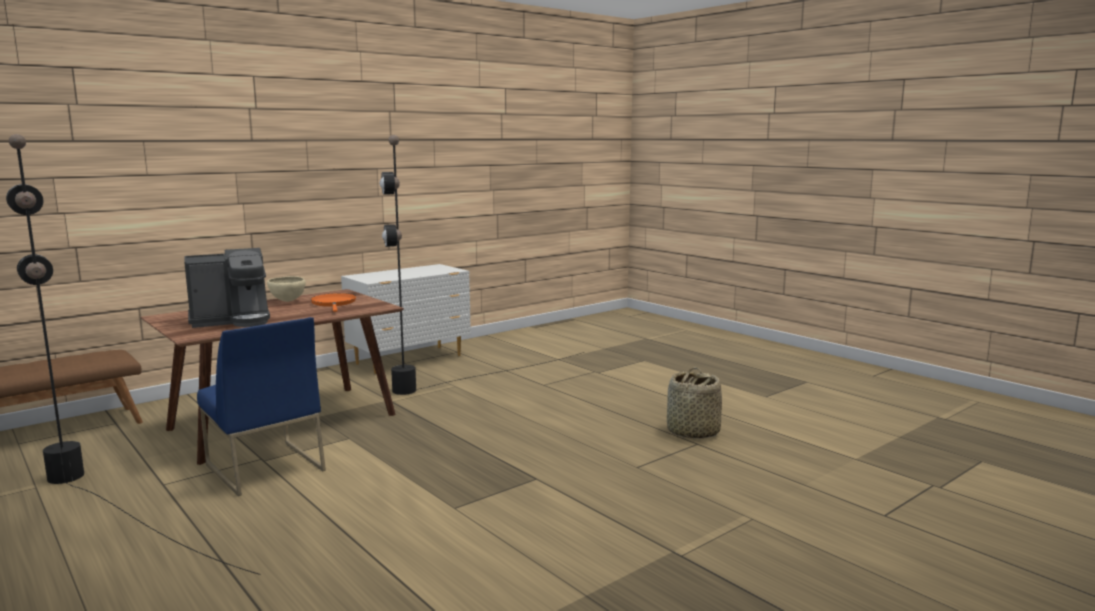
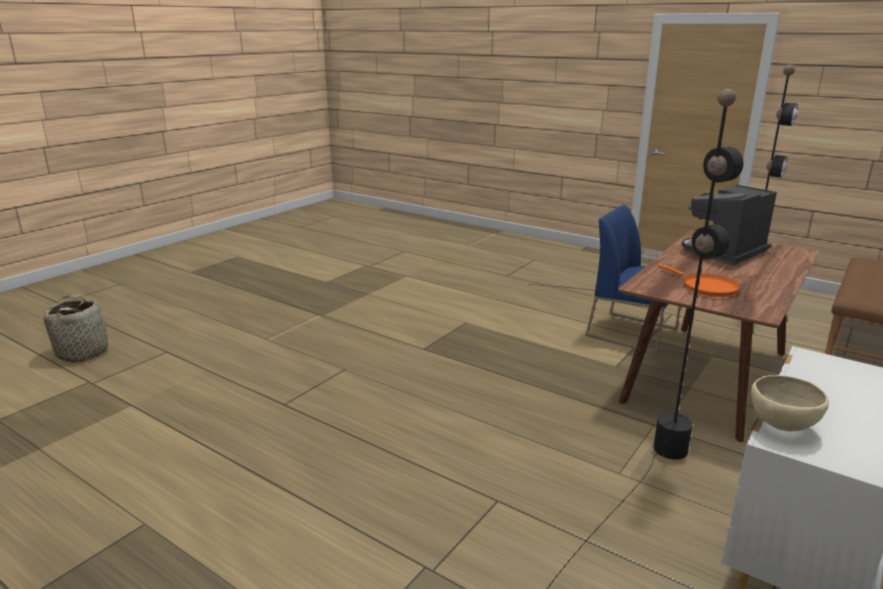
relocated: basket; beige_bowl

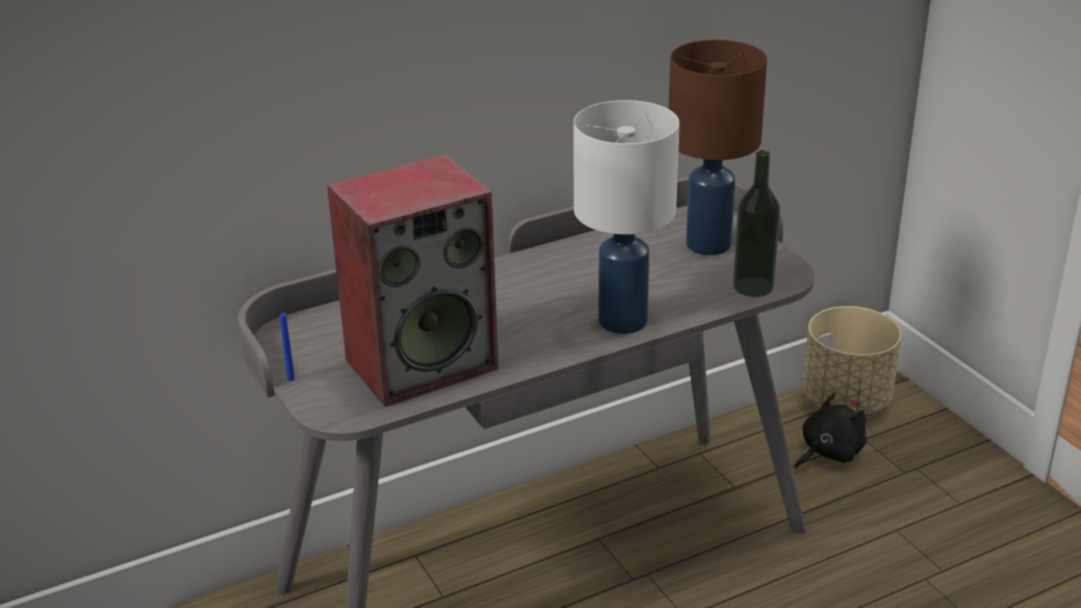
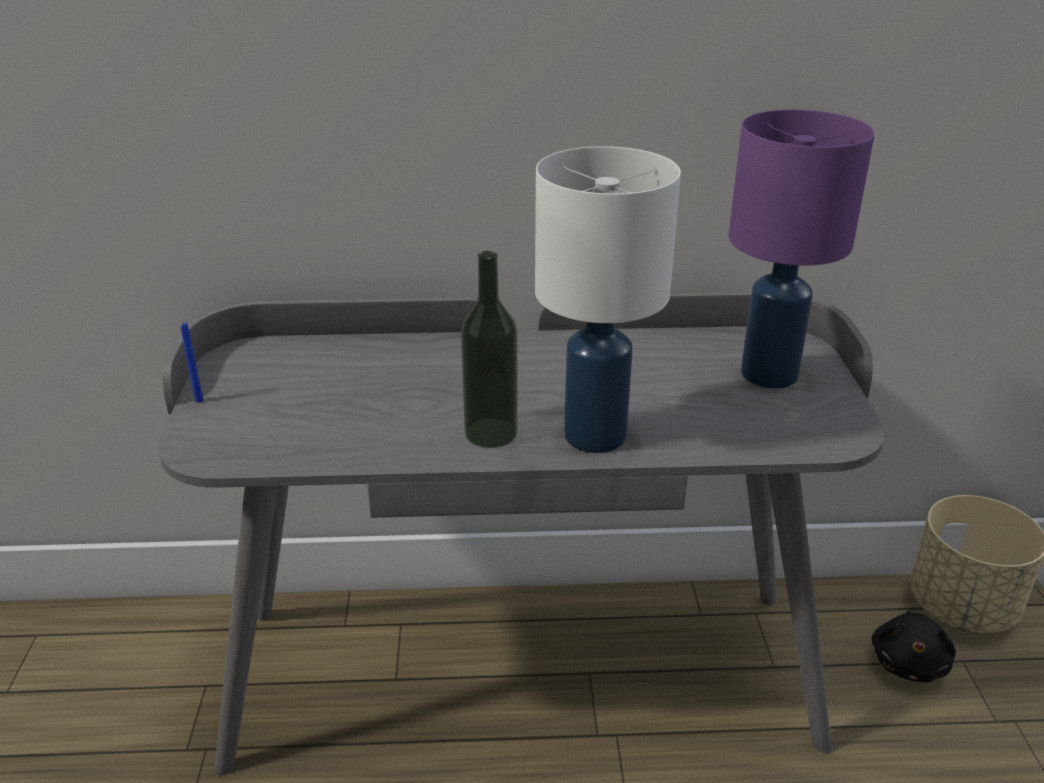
missing: speaker
relocated: bottle
colour: brown_table_lamp to purple_table_lamp
spun: black_plush_toy 120 degrees clockwise

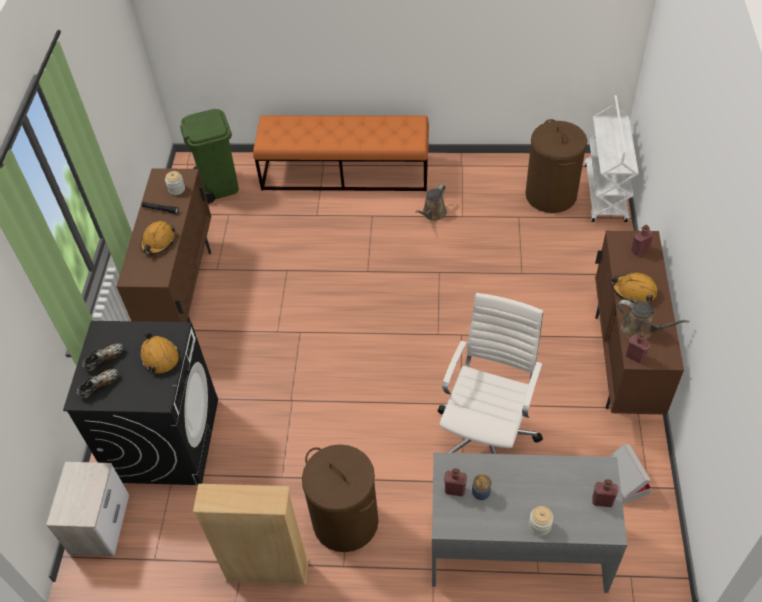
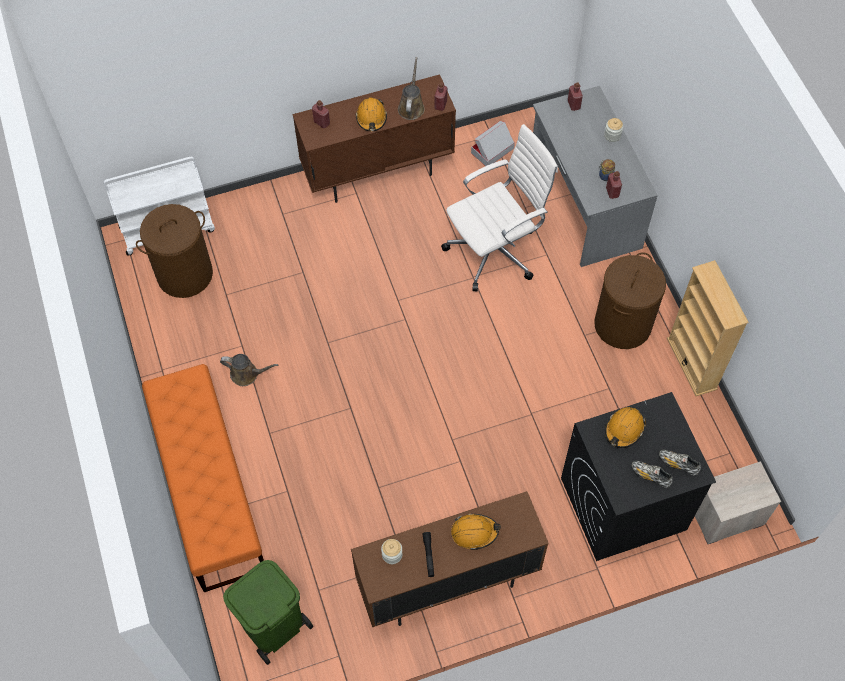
spun: white_office_chair 150 degrees clockwise

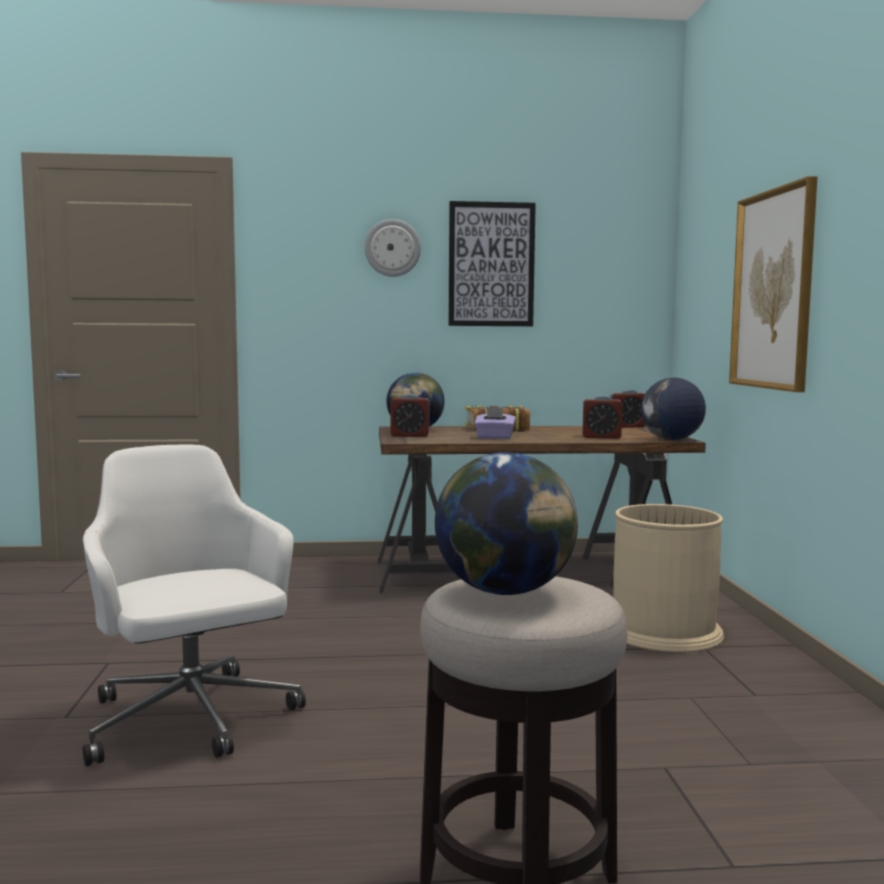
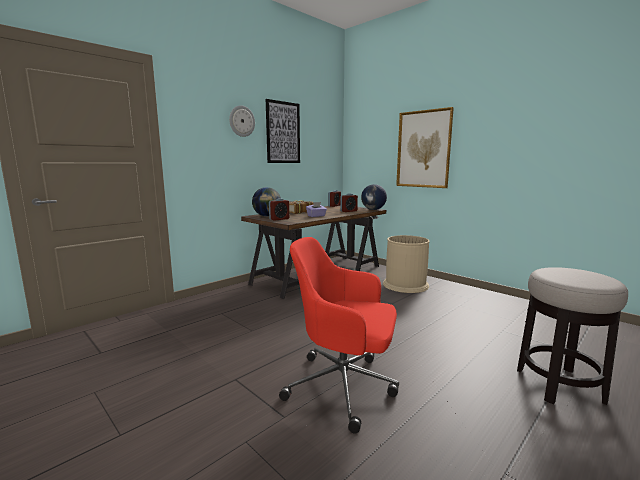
missing: globe (no. 2 from left)
colour: white_office_chair to red_office_chair

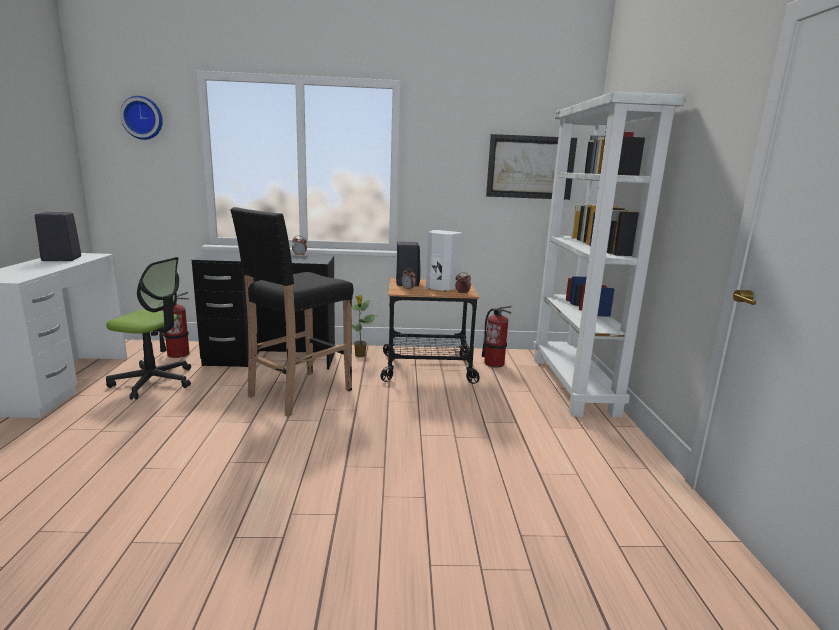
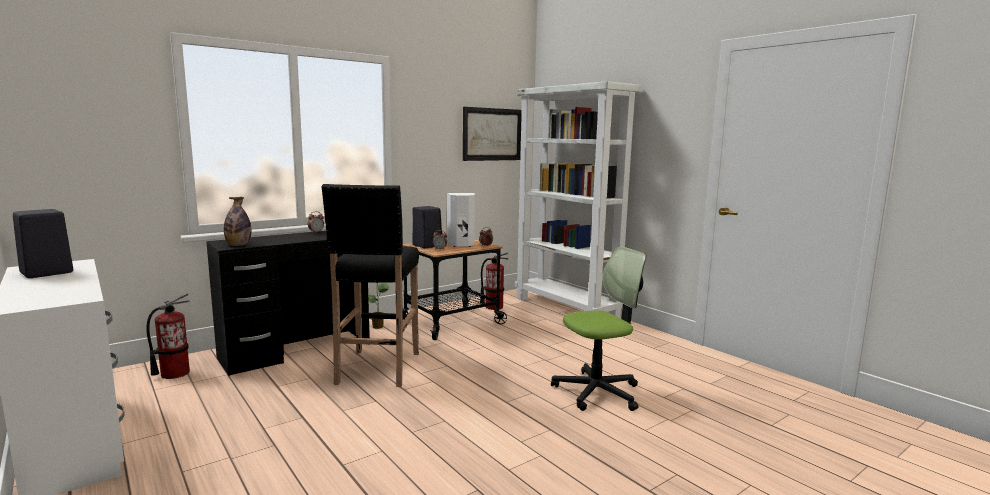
missing: wall_clock
appeared: bottle
relocated: office_chair

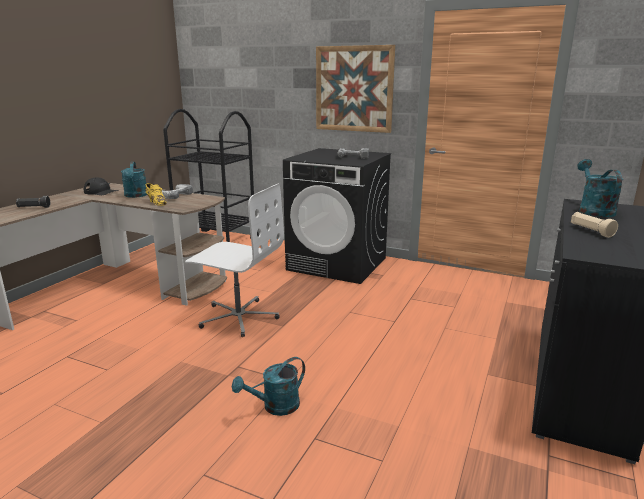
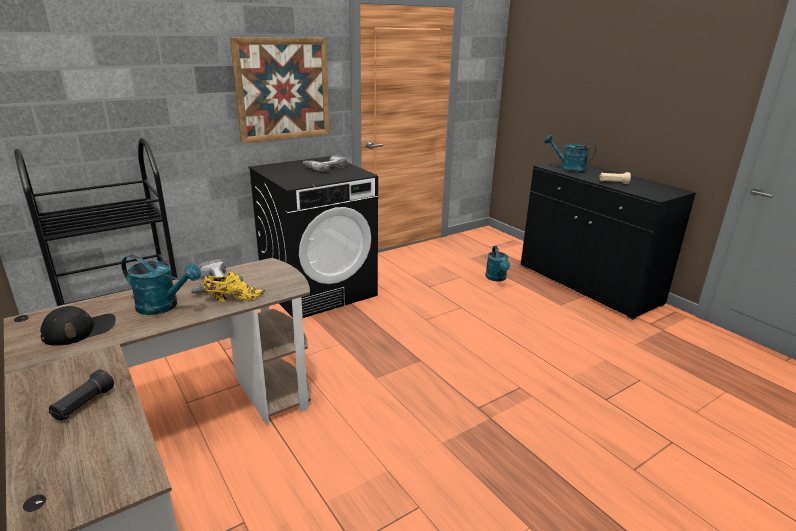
missing: white_office_chair
relocated: turquoise_watering_can (no. 2 from left)

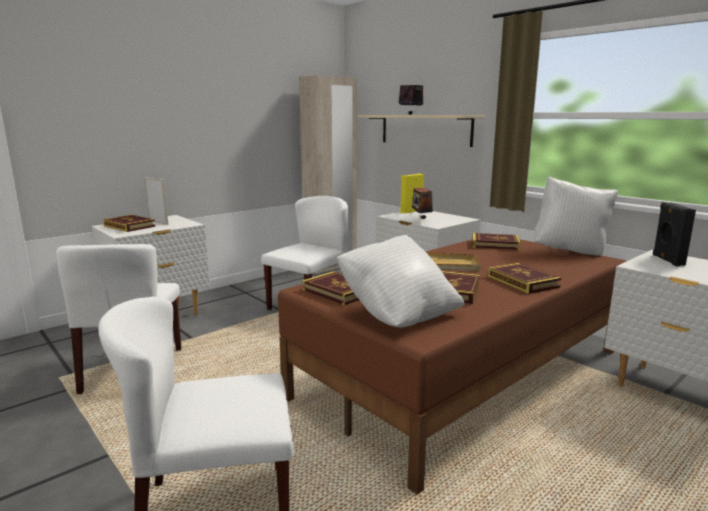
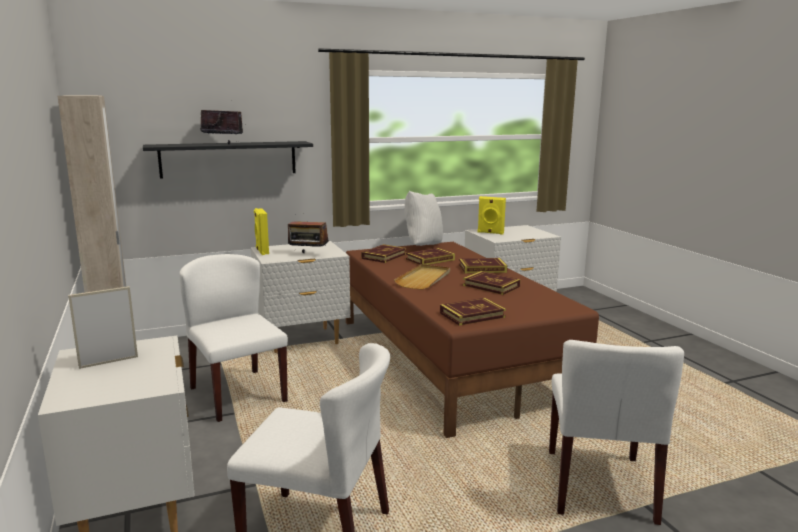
missing: white_pillow (no. 1 from left)
relocated: book (no. 1 from left in the first image) to book (no. 2 from left)
colour: beige_shelf to black_shelf; black_speaker to yellow_speaker (no. 2 from left)

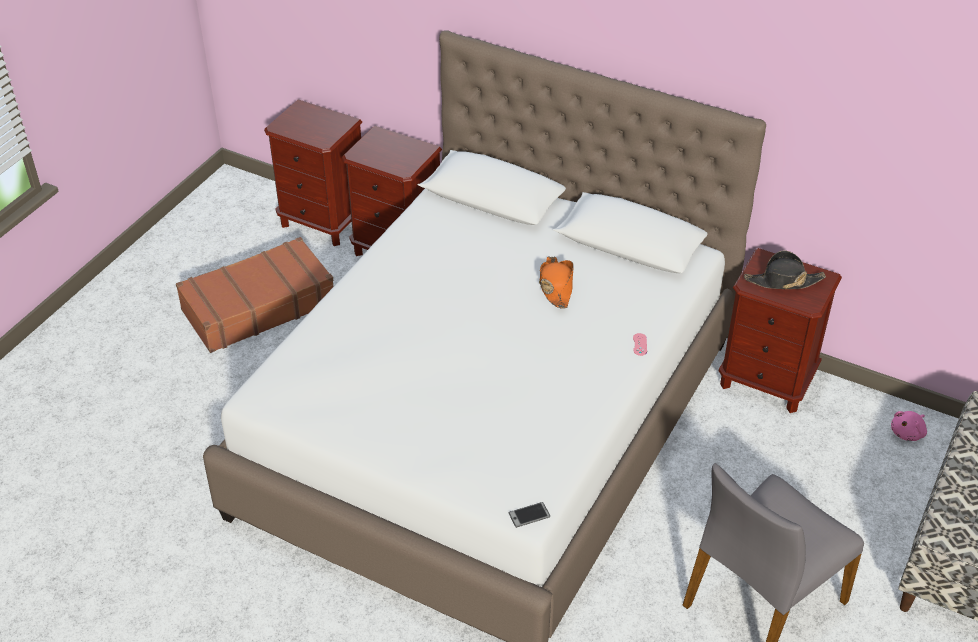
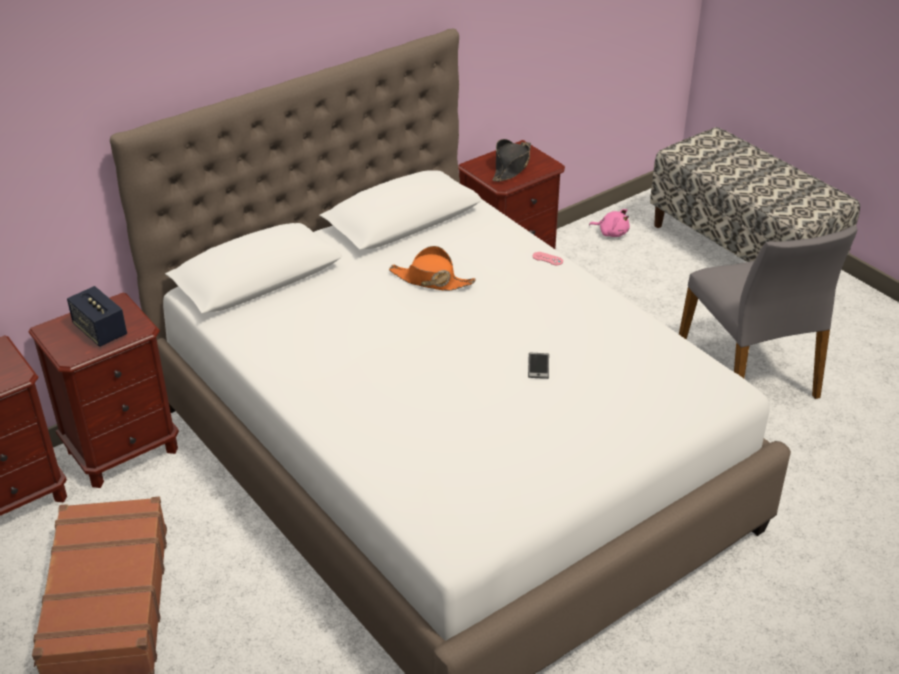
appeared: speaker
relocated: phone
spun: pink_plush_toy 45 degrees counterclockwise

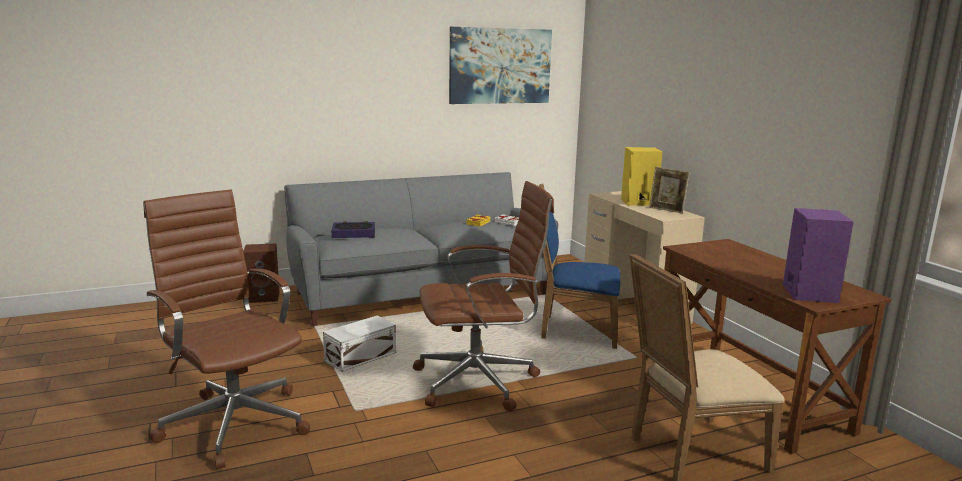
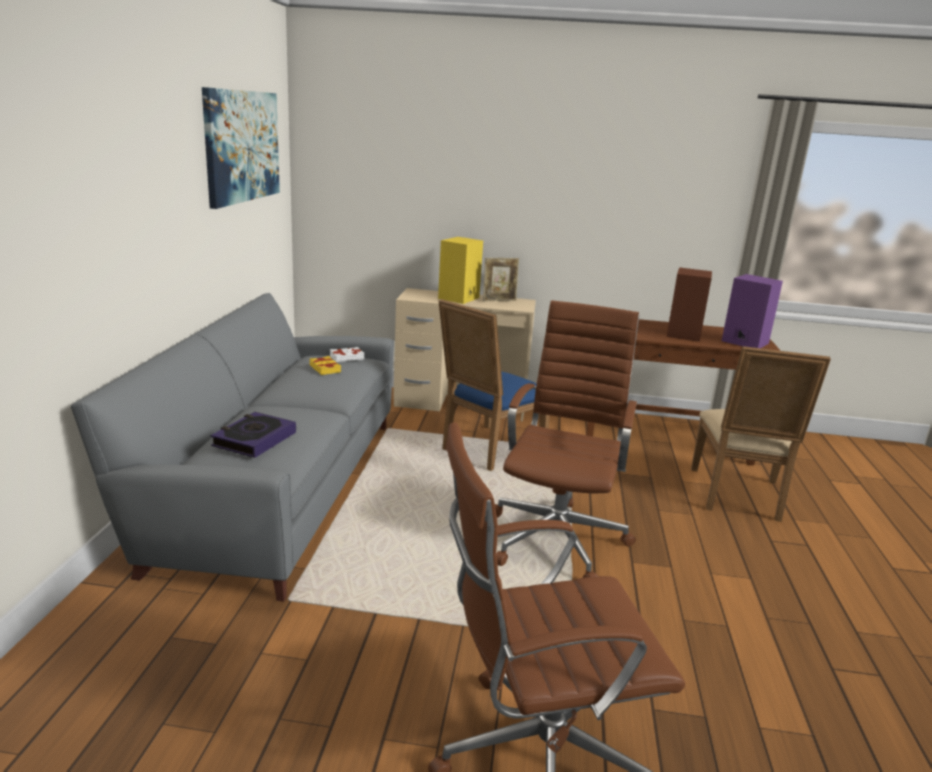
missing: white_storage_box
relocated: brown_speaker

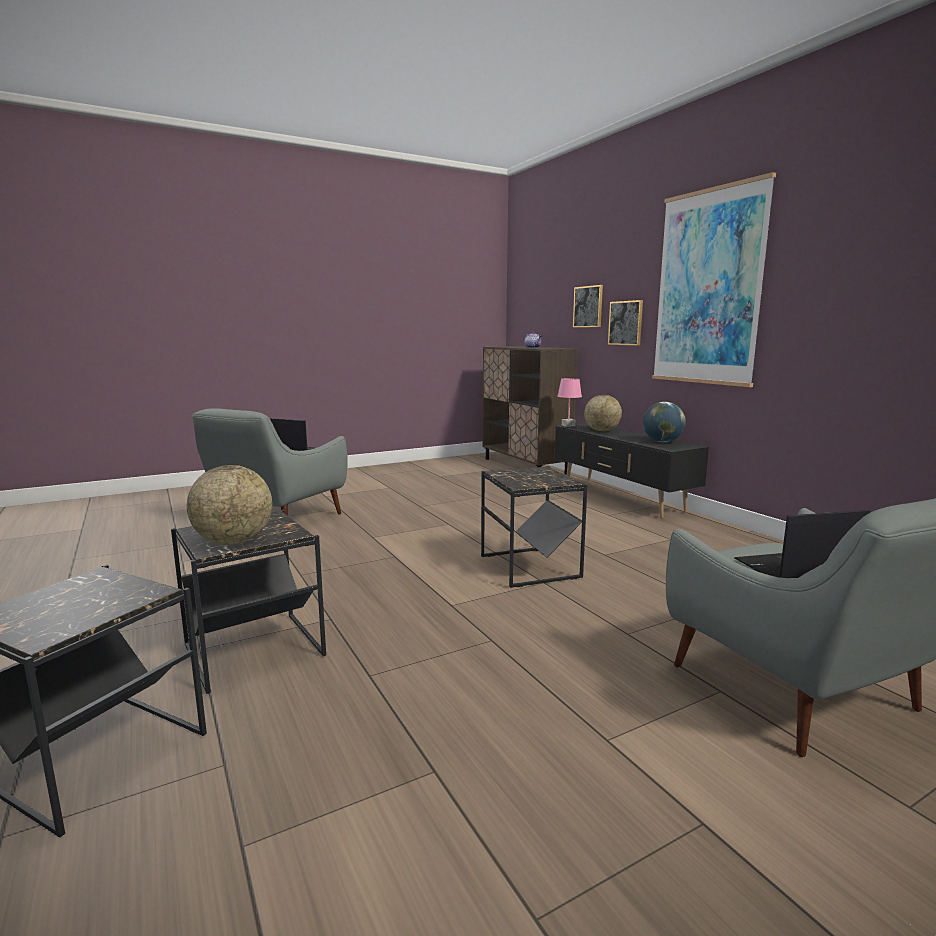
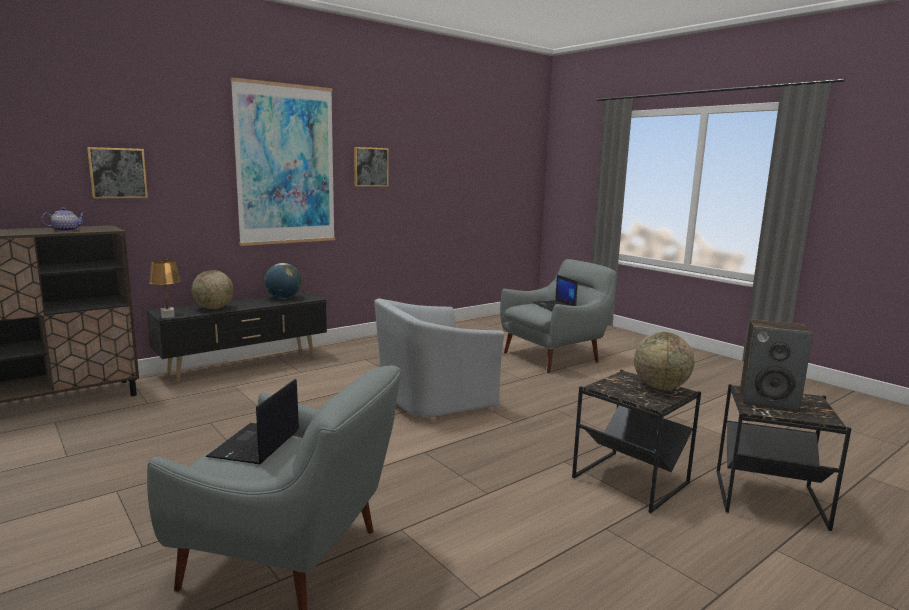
appeared: speaker
relocated: picture (no. 2 from left in the first image) to picture (no. 3 from left)
exchanged: black_side_table (no. 3 from left) to grey_armchair (no. 2 from left)
colour: pink_table_lamp to brown_table_lamp

